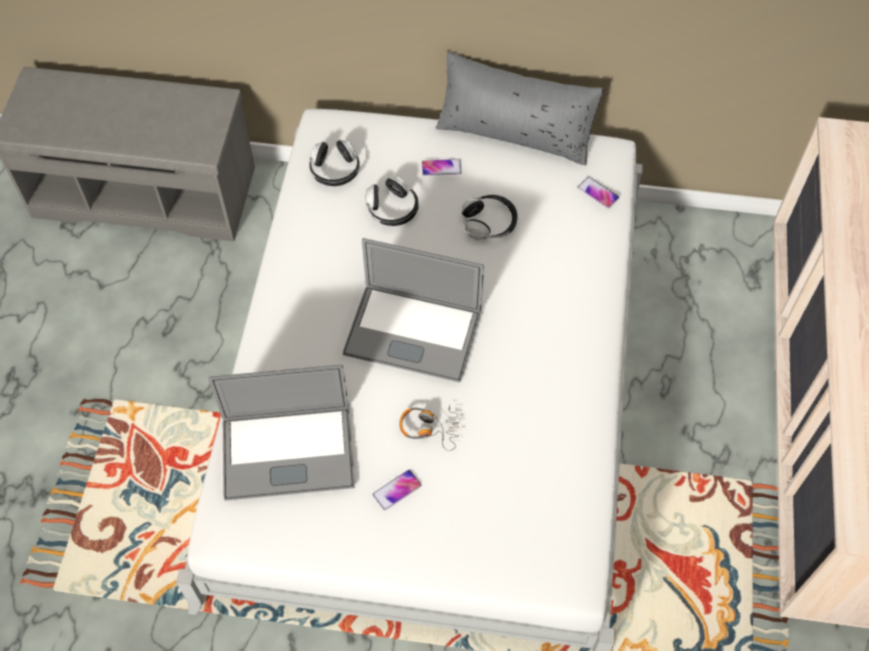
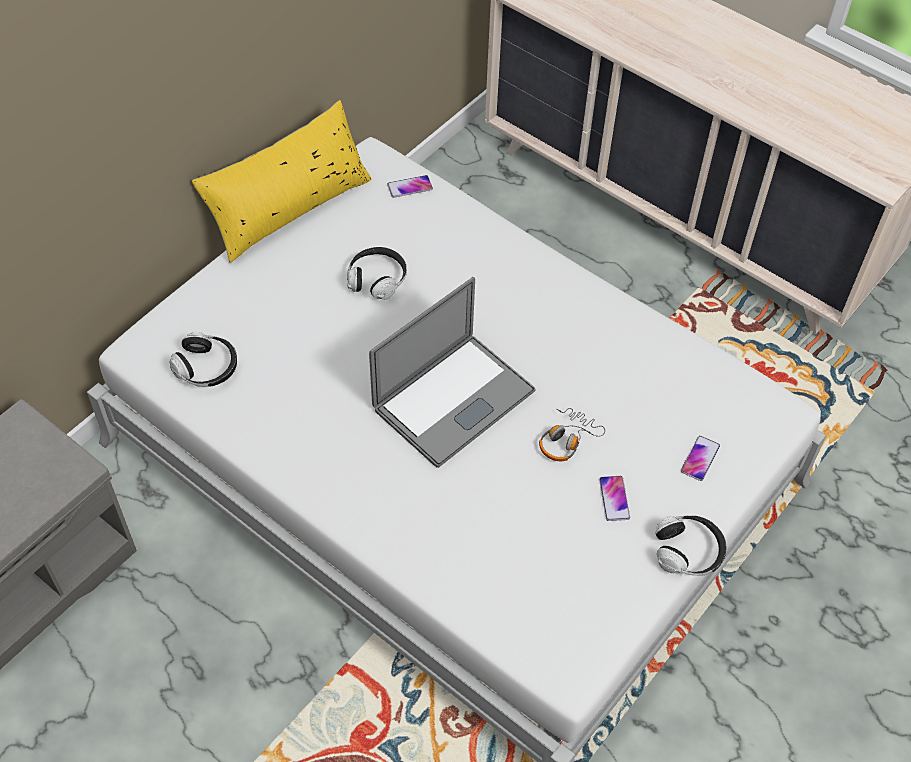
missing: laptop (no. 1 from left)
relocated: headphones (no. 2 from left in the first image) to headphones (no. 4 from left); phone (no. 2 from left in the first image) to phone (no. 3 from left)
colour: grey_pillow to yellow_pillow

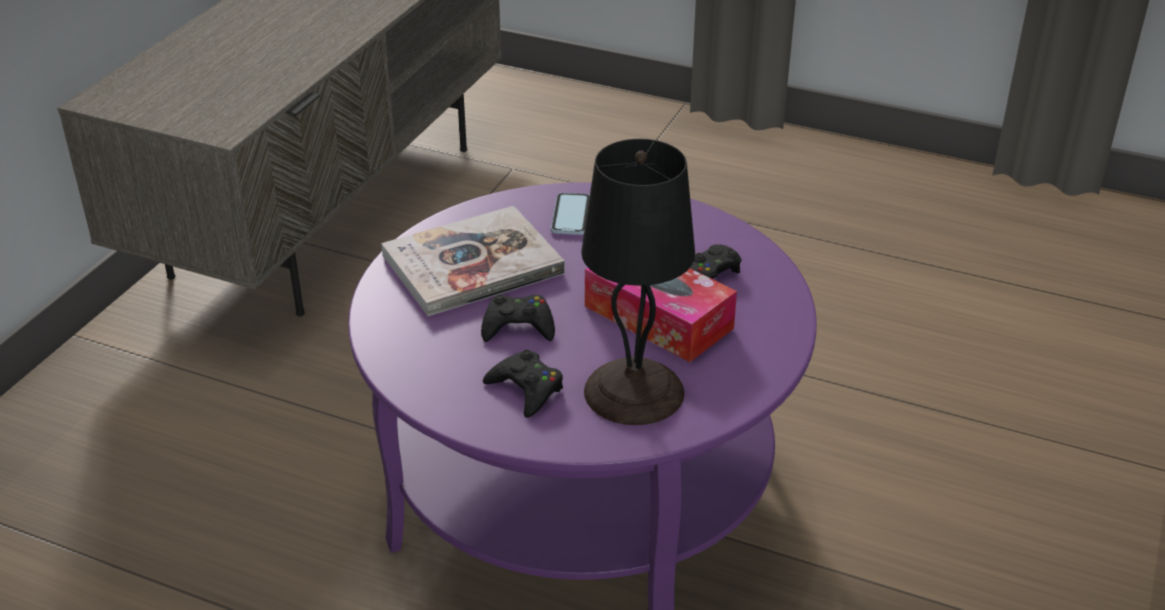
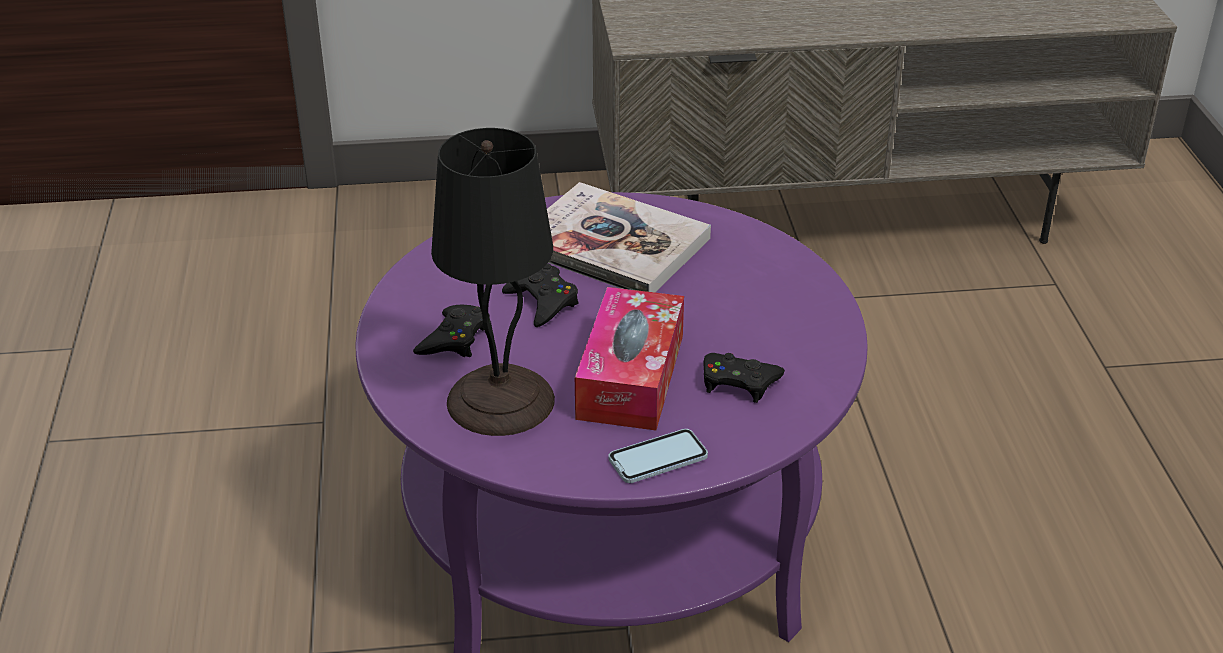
relocated: phone

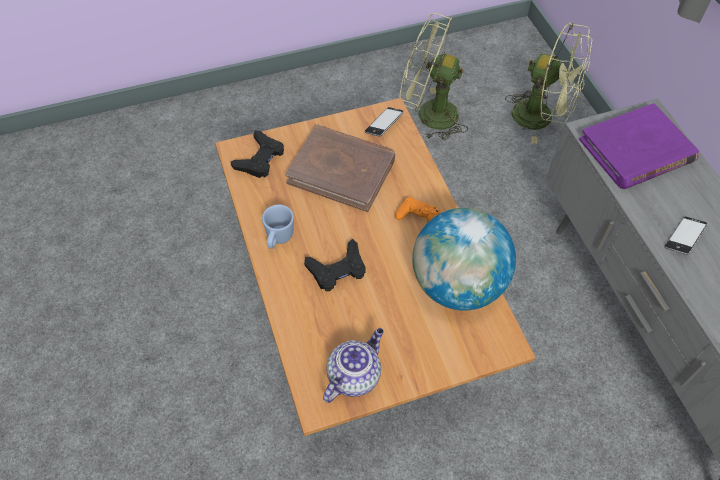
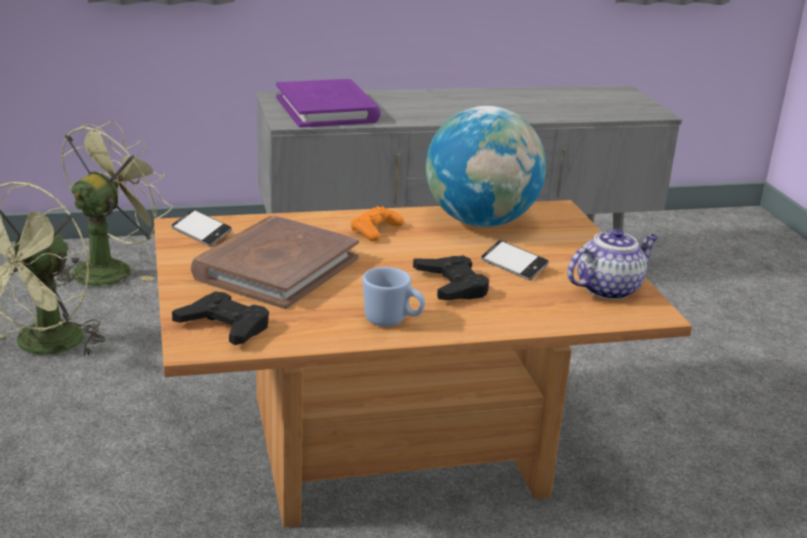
relocated: phone (no. 2 from left)
spun: teapot 105 degrees clockwise

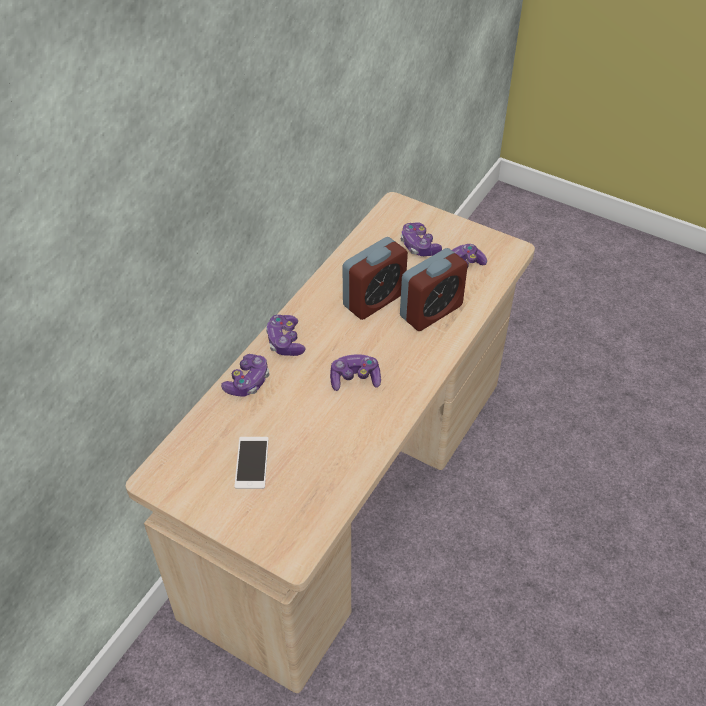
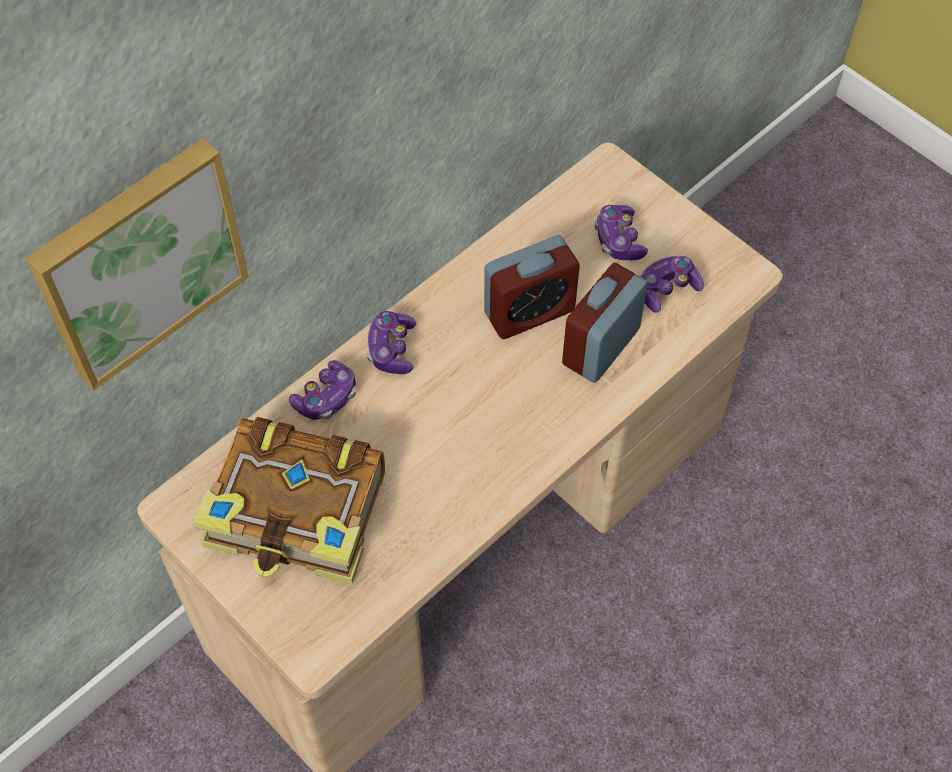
missing: game_controller (no. 3 from left)
appeared: picture
exchanged: phone to book
spun: alarm_clock (no. 2 from left) 150 degrees clockwise

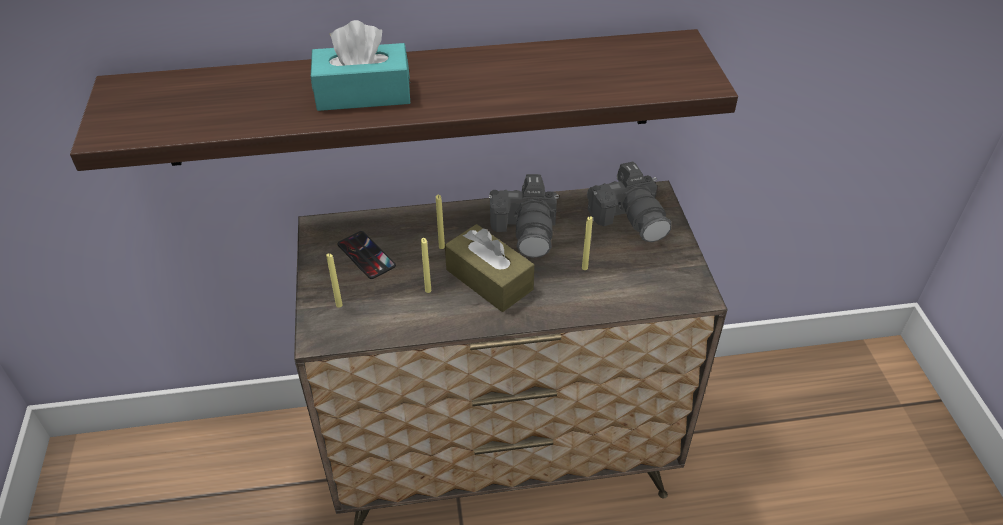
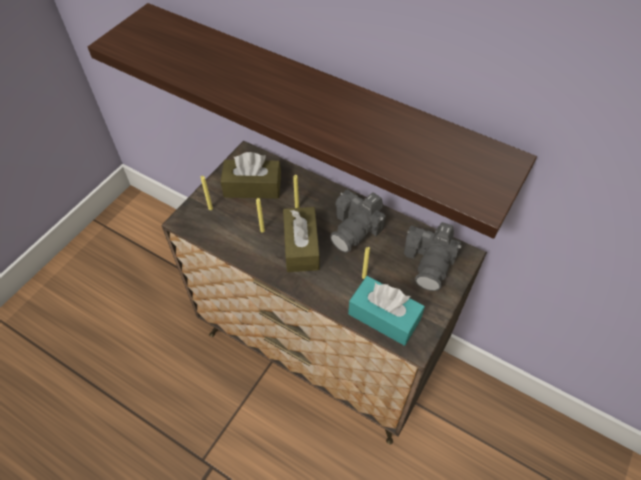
relocated: turquoise_tissue_box
exchanged: phone to brown_tissue_box (no. 1 from left)

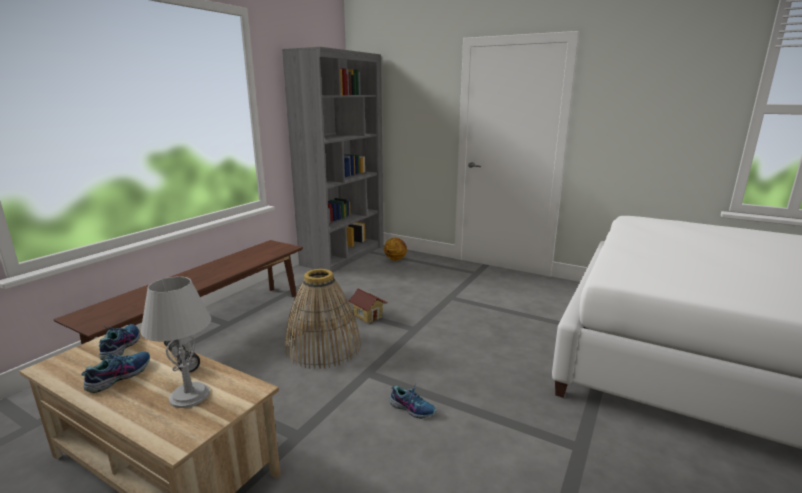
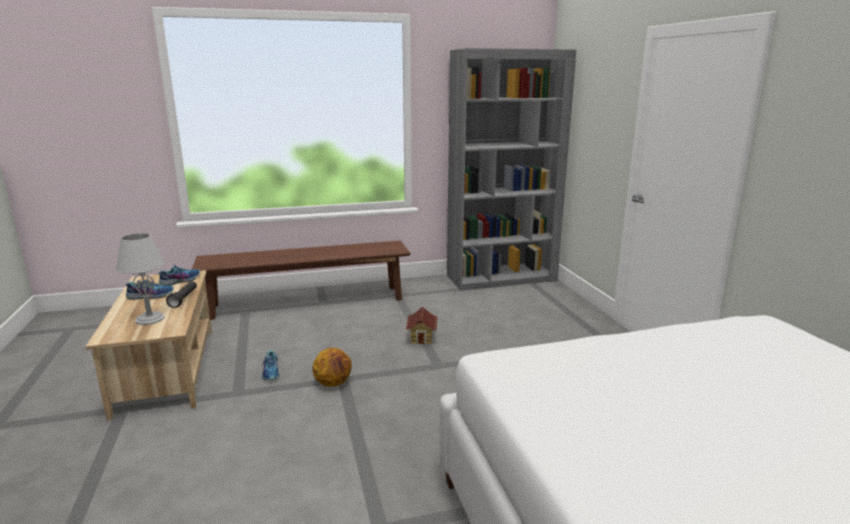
missing: basket
relocated: shoe (no. 3 from left); basketball

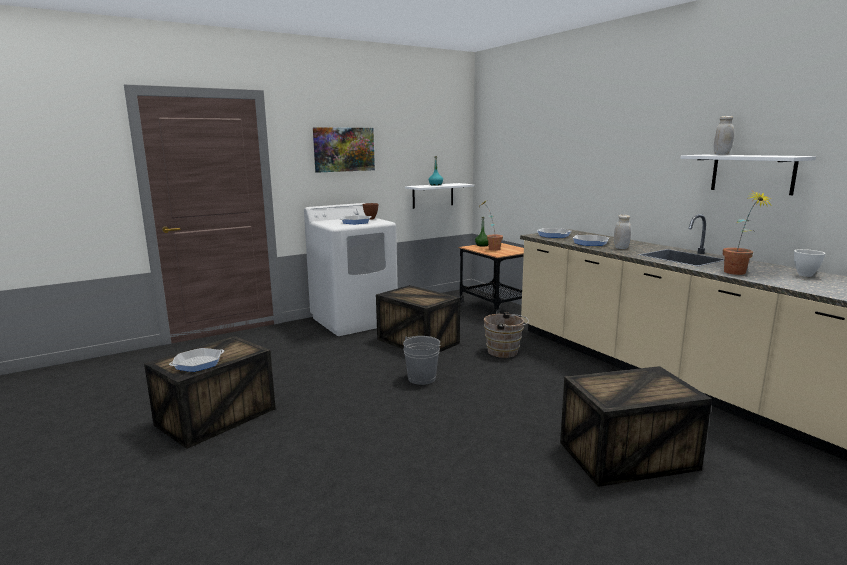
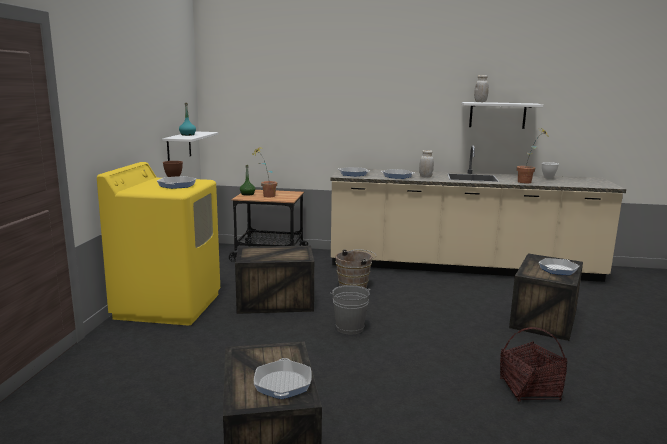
missing: picture
appeared: basket; frying_pan (no. 5 from left)
colour: white_washing_machine to yellow_washing_machine

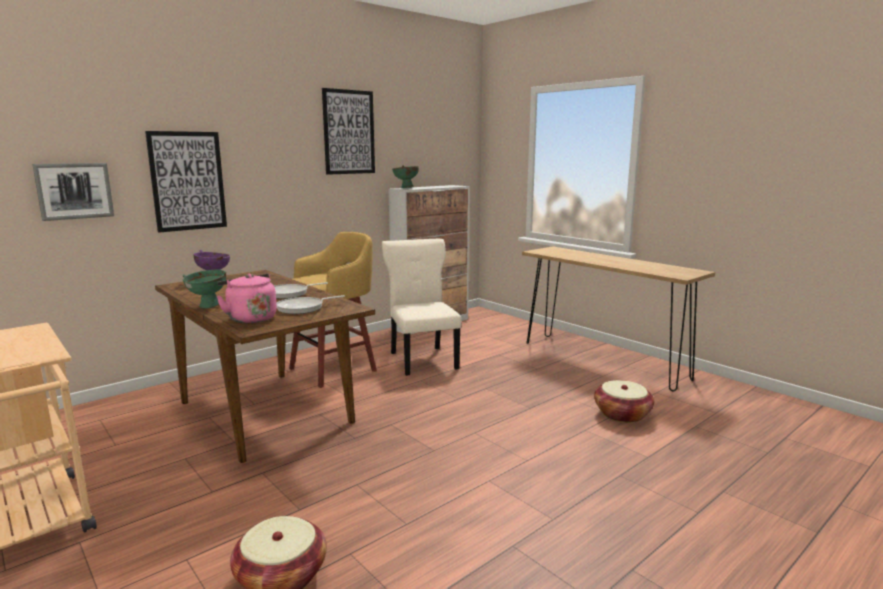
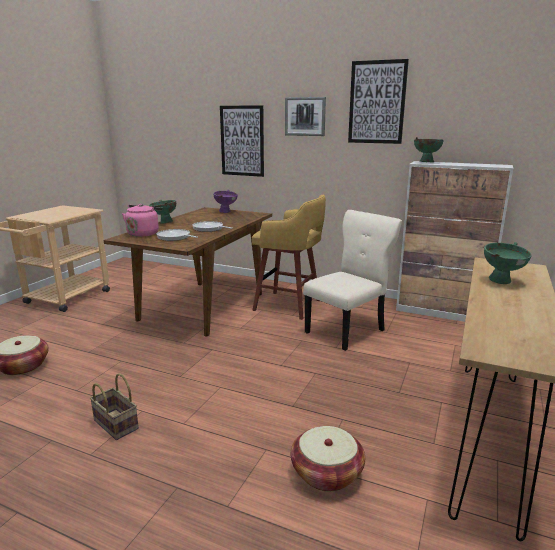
appeared: basket (no. 2 from left); green_bowl (no. 3 from left)
relocated: picture (no. 1 from left in the first image) to picture (no. 2 from left)

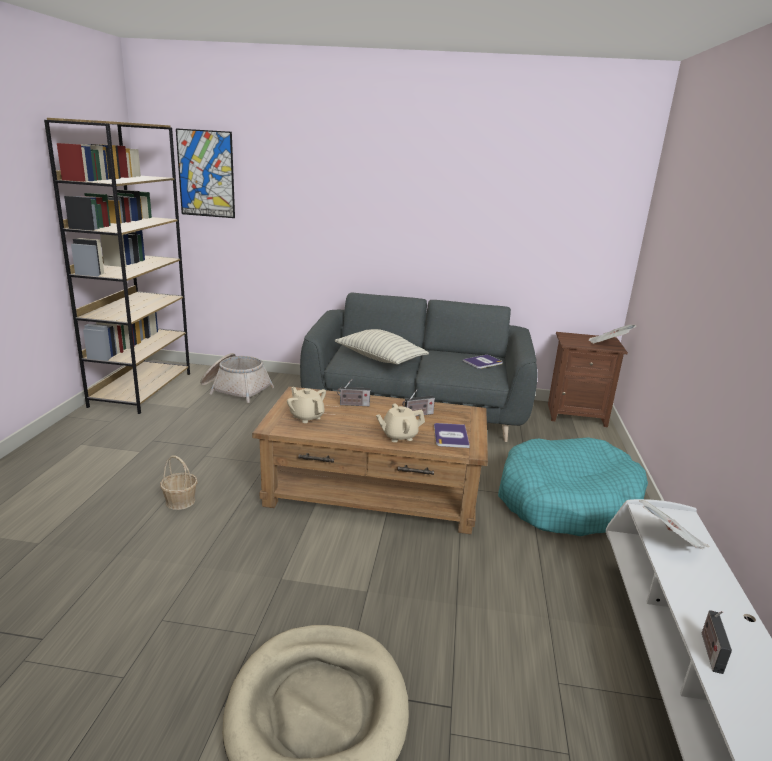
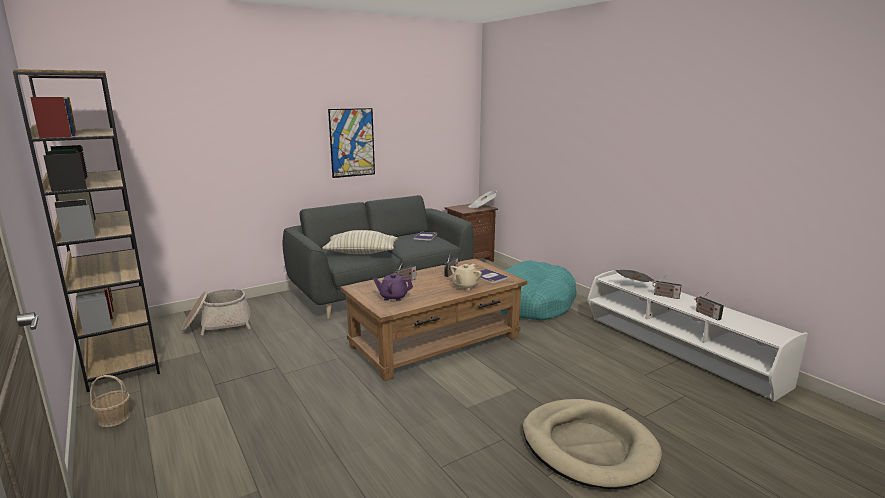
appeared: radio (no. 3 from left)
relocated: basket (no. 1 from left); picture
colour: beige_teapot (no. 1 from left) to purple_teapot

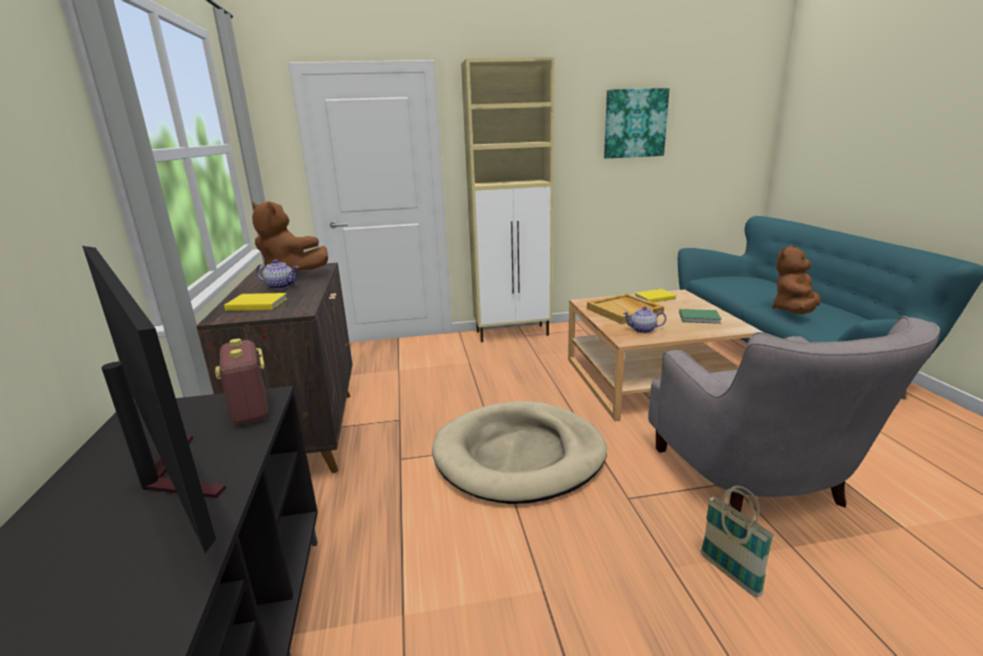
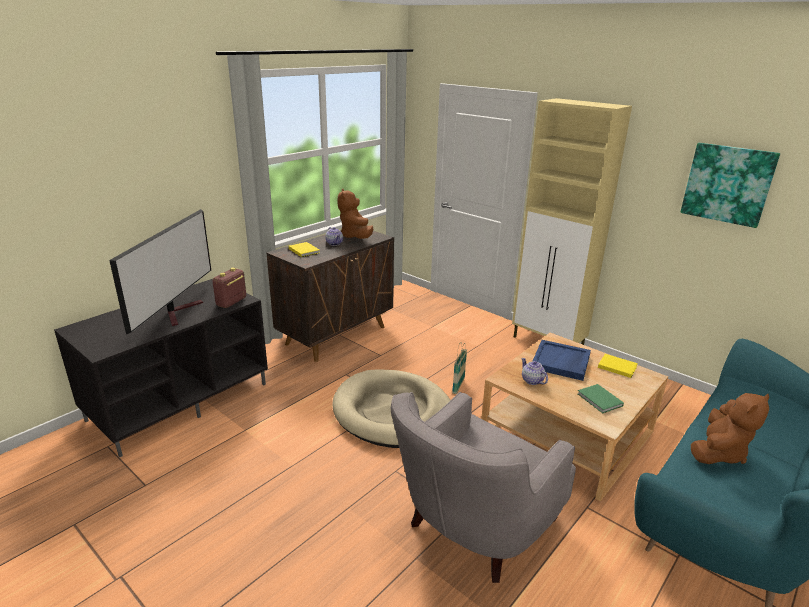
relocated: basket
colour: beige_tray to blue_tray
spun: brown_plush_toy (no. 2 from left) 135 degrees clockwise

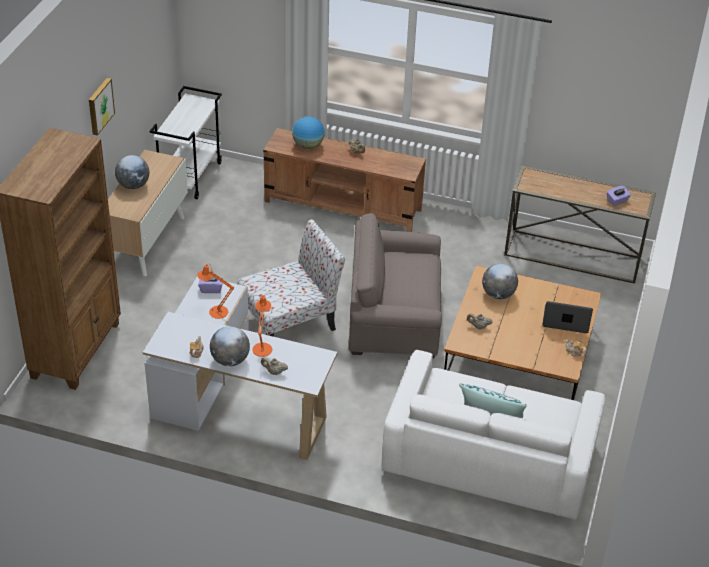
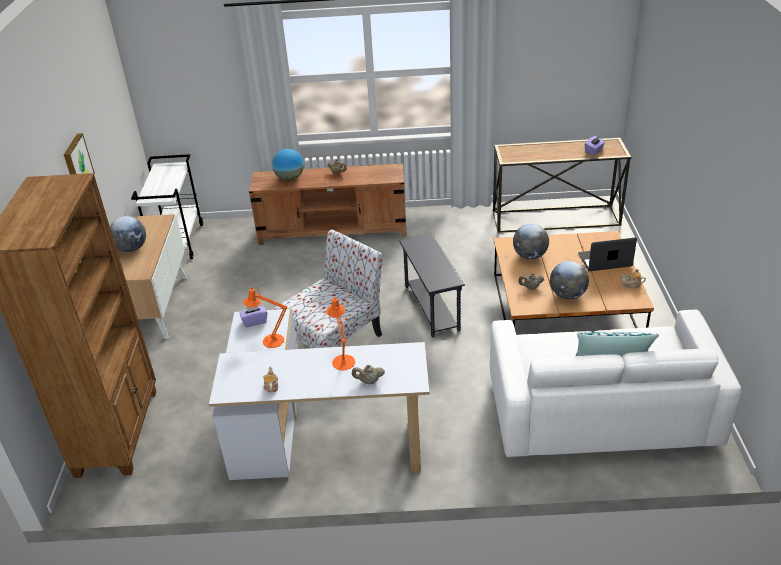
relocated: globe (no. 2 from left in the first image) to globe (no. 4 from left)
exchanged: grey_armchair to grey_side_table

